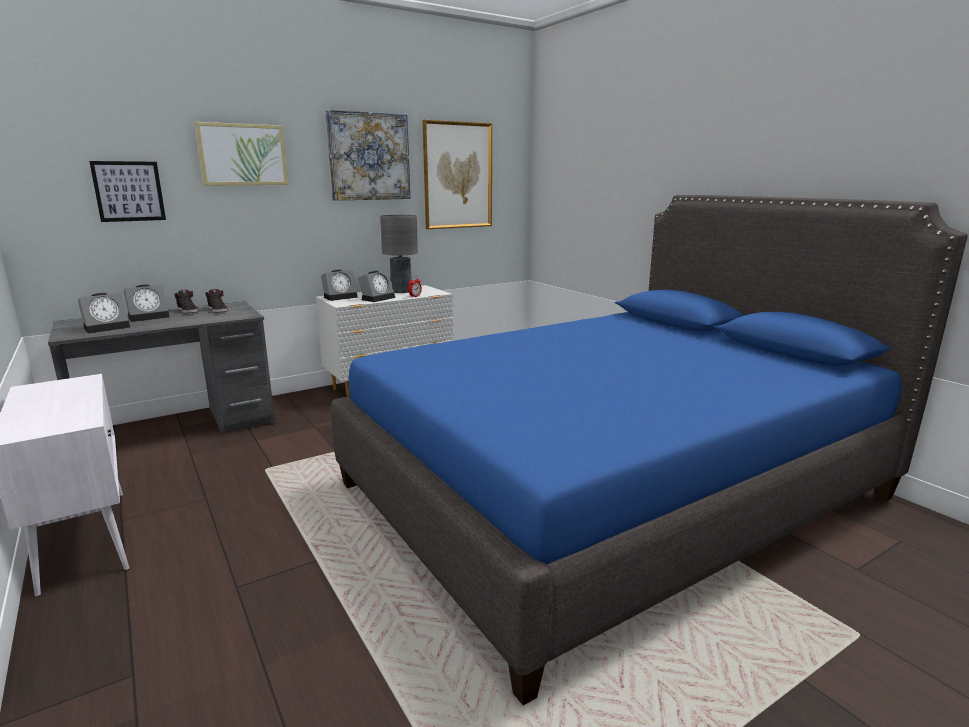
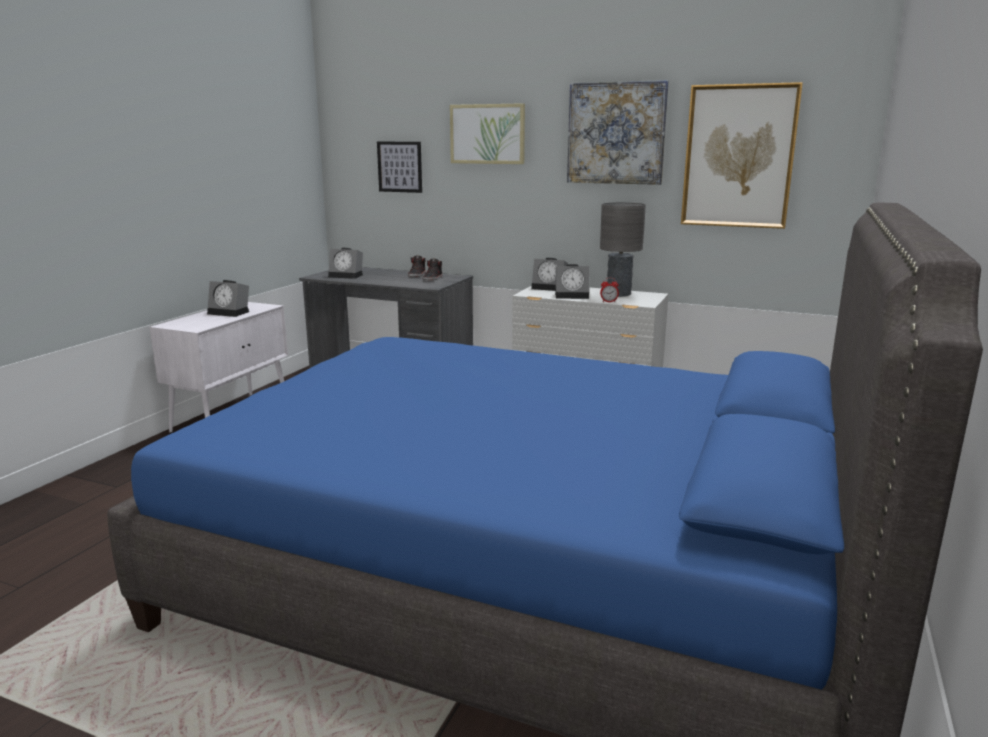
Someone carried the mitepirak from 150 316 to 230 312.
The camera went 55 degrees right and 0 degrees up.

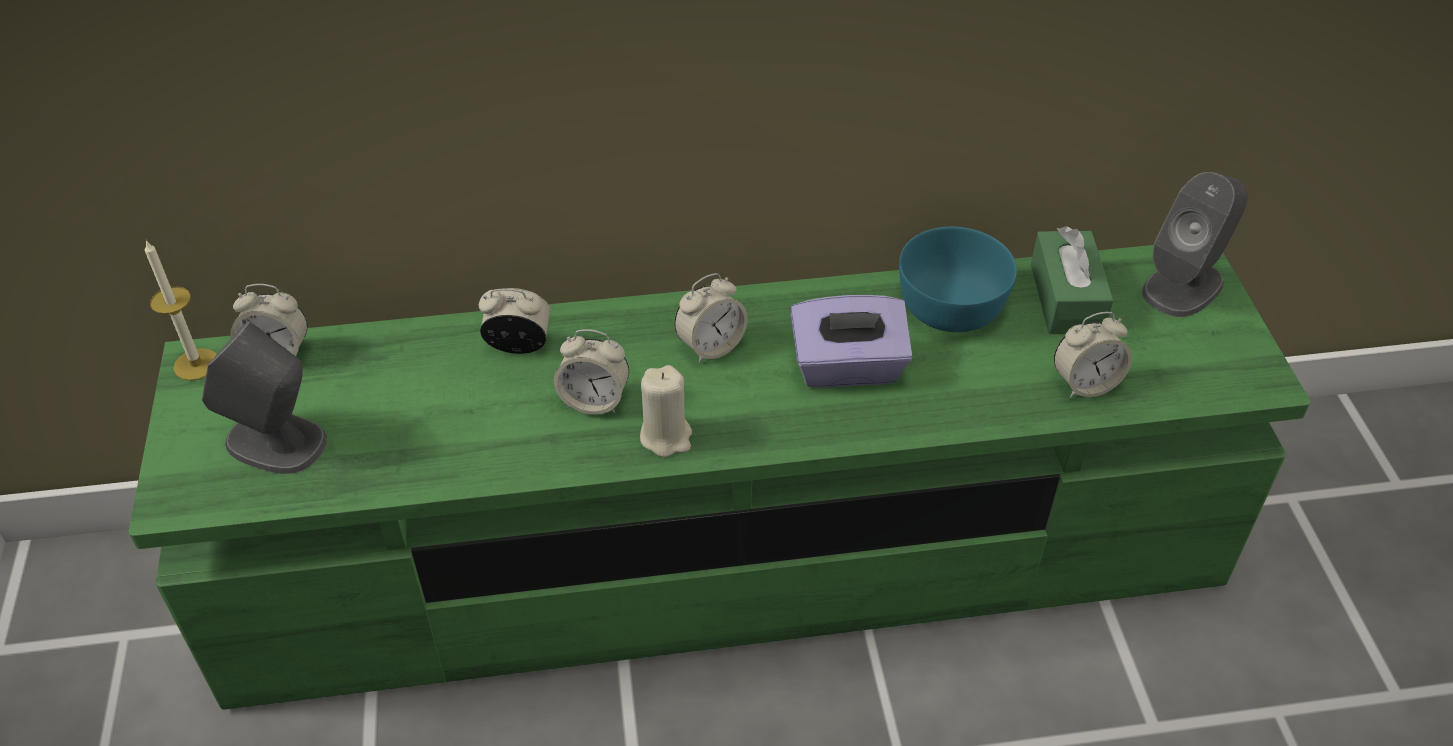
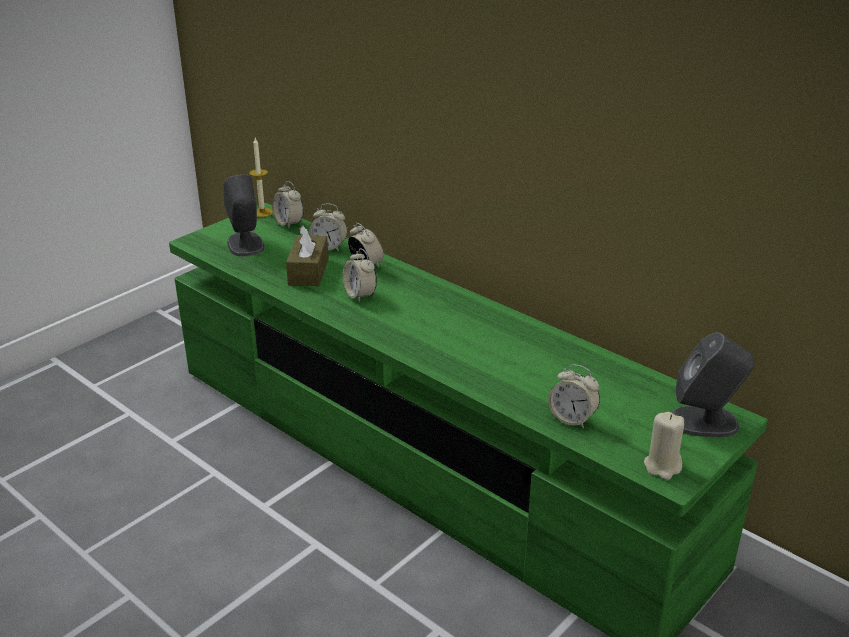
Someone took away the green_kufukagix at 1066 298.
Someone took away the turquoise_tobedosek at 950 307.
Someone carried the mitepirak from 710 346 to 329 247.
Someone took away the purple_kufukagix at 848 368.
Someone carried the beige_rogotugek from 666 436 to 662 466.
Someone put down the brown_kufukagix at 308 271.
The camera went 50 degrees right and 15 degrees down.

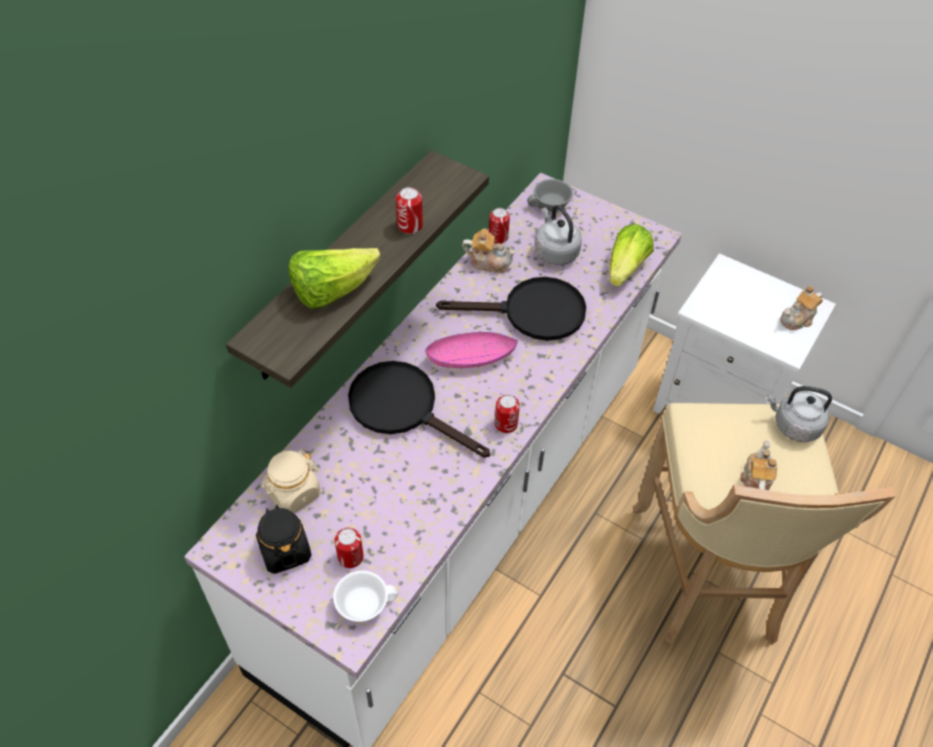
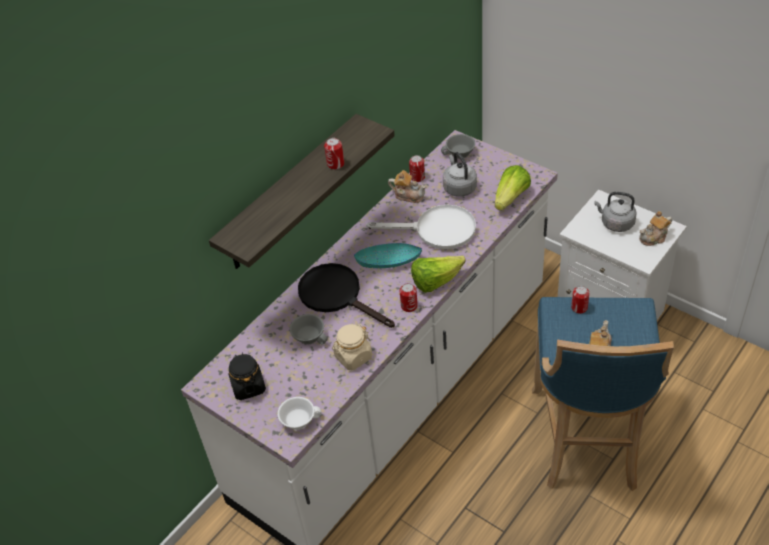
Someone carried the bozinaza from 332 291 to 435 281.
Someone repainted the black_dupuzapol at 532 313, which became the white_dupuzapol at 436 230.
Someone repainted the pink_tobedosek at 471 357, which became the turquoise_tobedosek at 389 261.
Someone carried the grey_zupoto from 794 425 to 615 223.
Someone repainted the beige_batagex at 709 577, which became the blue_batagex at 588 441.
Someone carried the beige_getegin from 293 494 to 353 357.
Someone carried the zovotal from 350 557 to 579 308.
Someone put down the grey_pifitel at 310 336.
The camera went 10 degrees right and 5 degrees down.

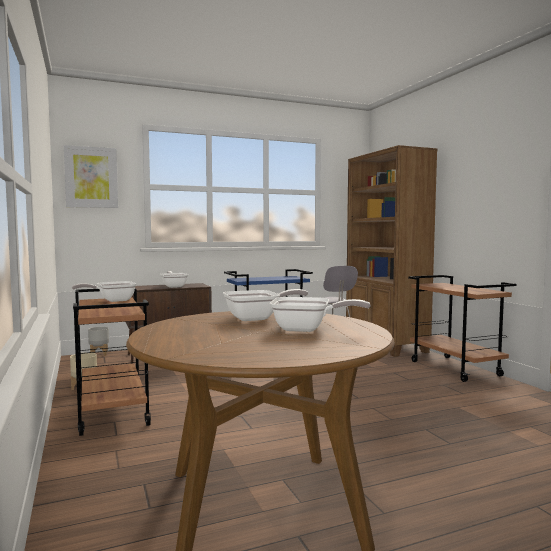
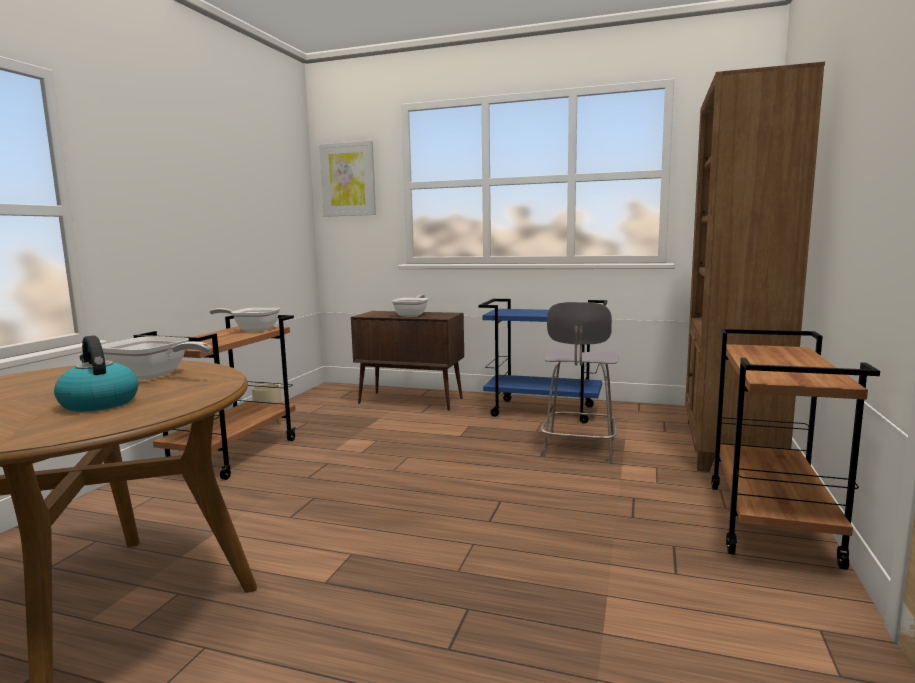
Someone swapped the dupuzapol at 307 329 for the zupoto at 98 403.
Someone took away the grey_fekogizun at 99 354.
The camera went 40 degrees right and 5 degrees up.

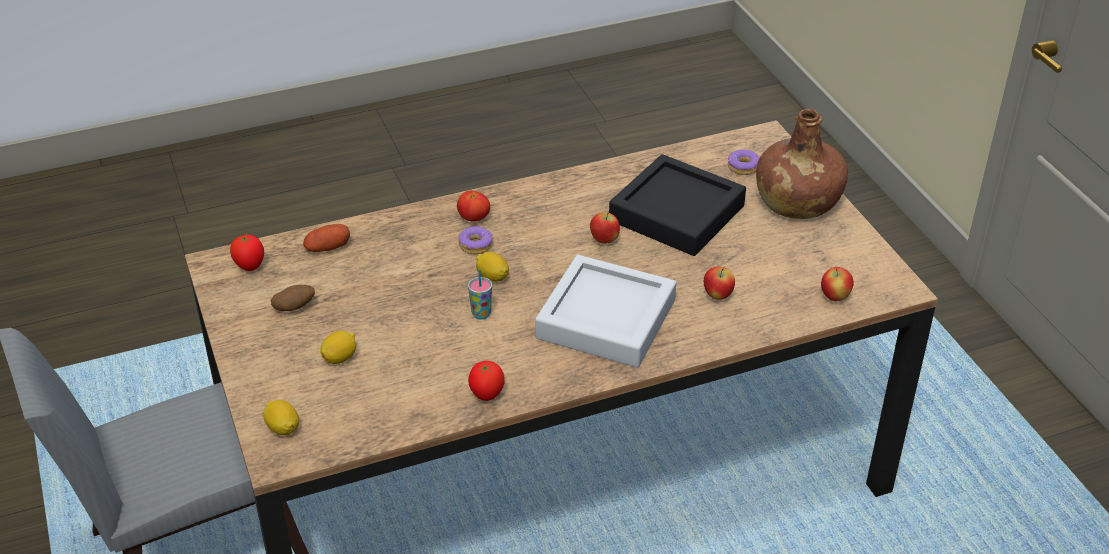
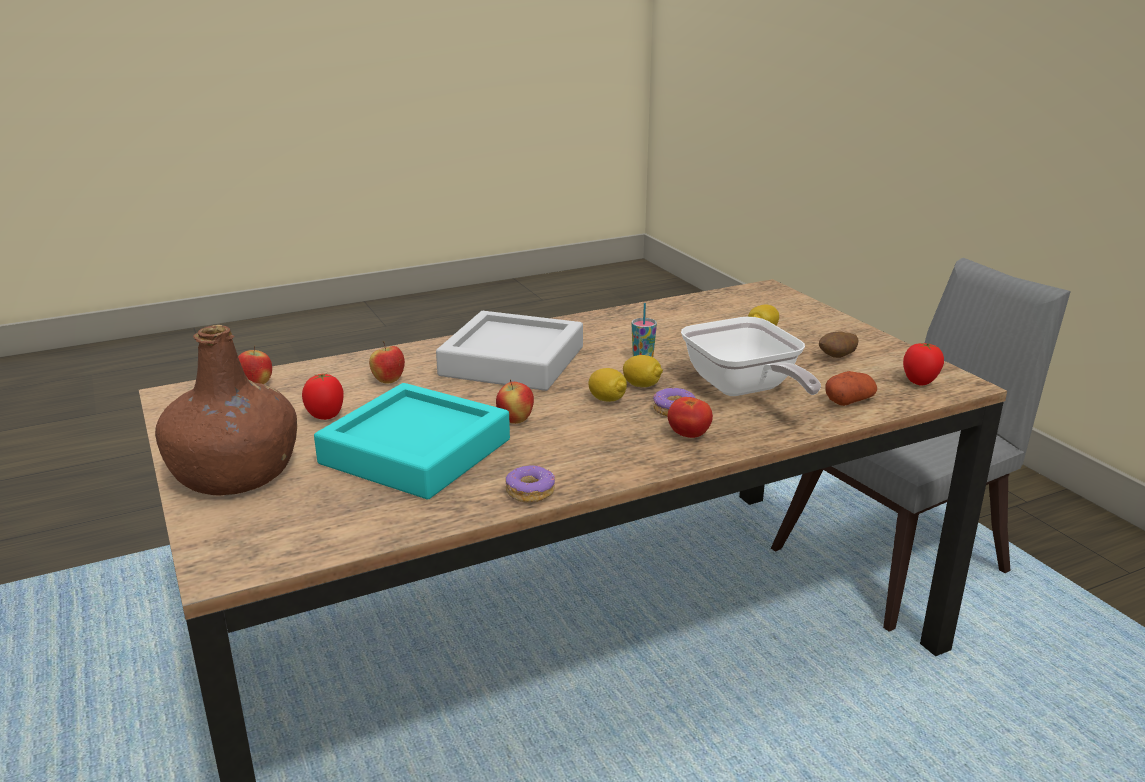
Someone carried the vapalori from 743 167 to 530 492.
Someone repainted the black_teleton at 676 213, which became the turquoise_teleton at 415 451.
Someone carried the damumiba from 486 395 to 326 417.
Someone carried the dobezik from 283 428 to 607 399.
Someone put down the dupuzapol at 744 390.
The camera went 175 degrees right and 15 degrees down.

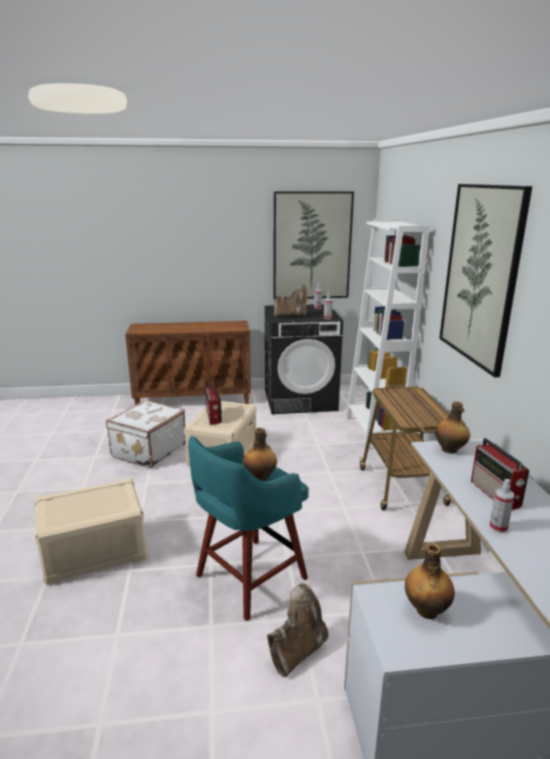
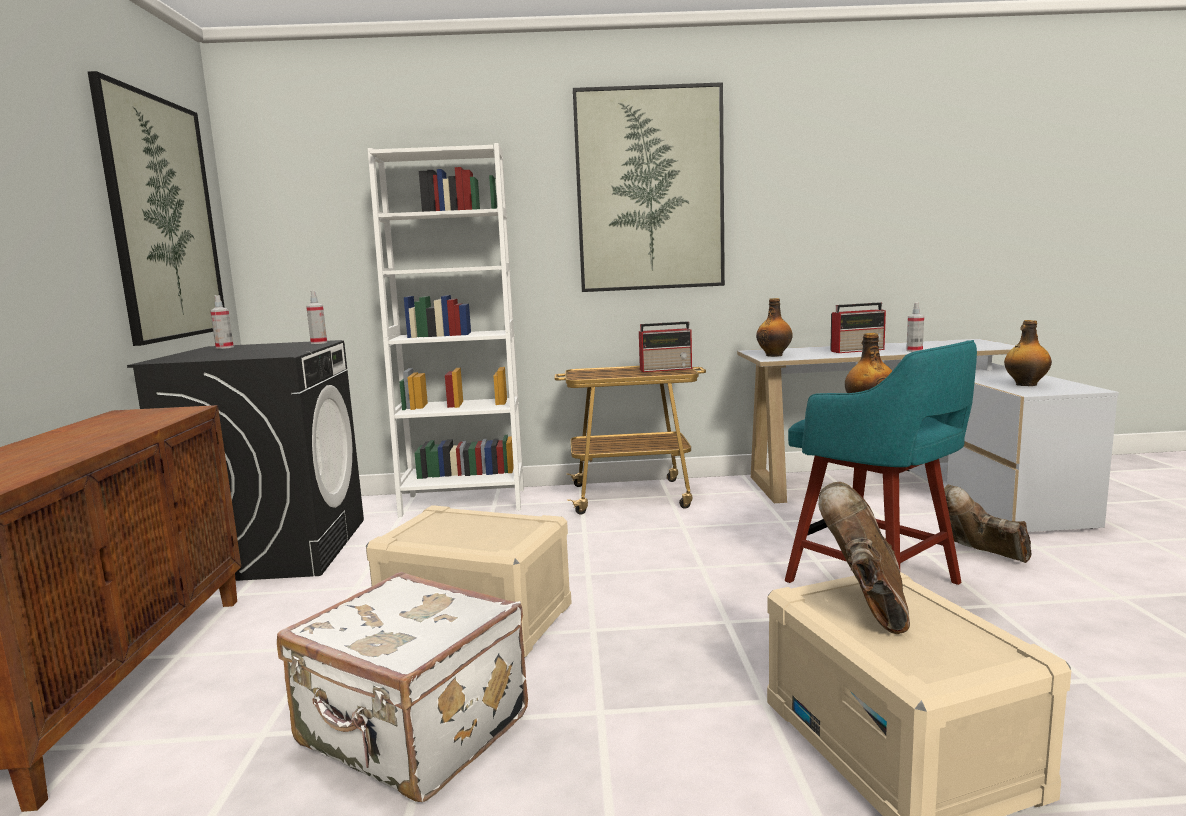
Someone carried the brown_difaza from 291 316 to 867 603.
Someone carried the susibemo from 213 417 to 666 369.
The camera went 85 degrees left and 10 degrees down.

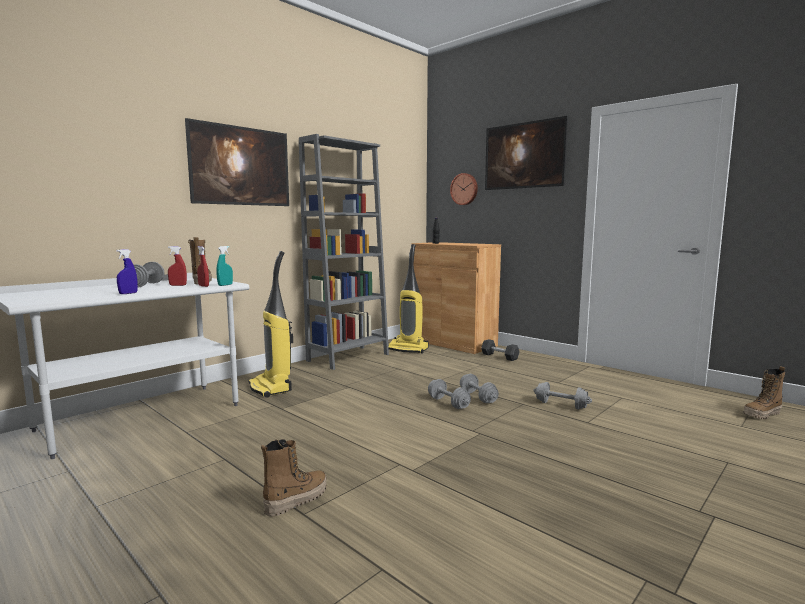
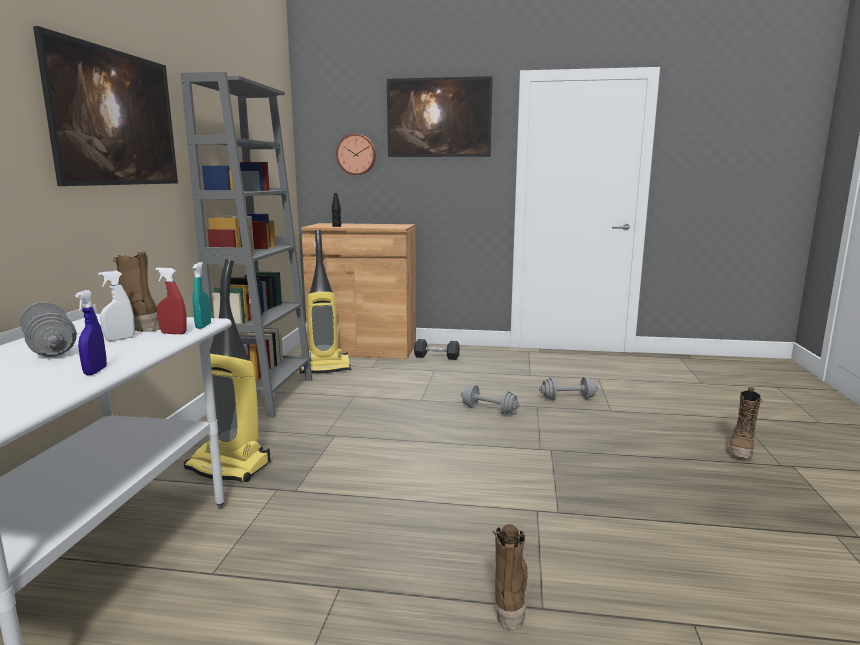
Someone repainted the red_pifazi at 178 285, which became the white_pifazi at 120 339.
Someone carried the difaza from 762 415 to 741 449.
Someone took away the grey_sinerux at 448 403.
The camera went 35 degrees left and 5 degrees up.

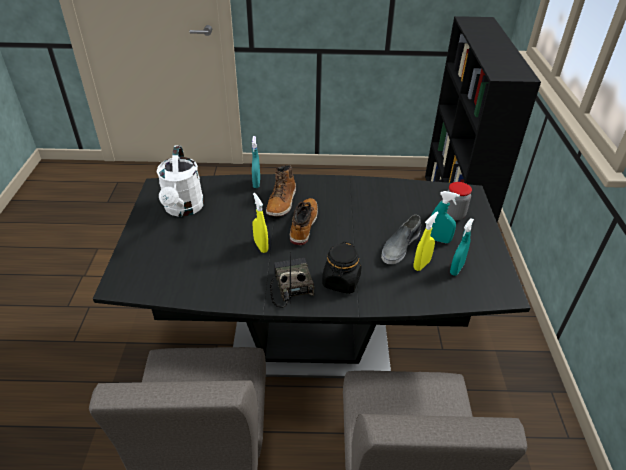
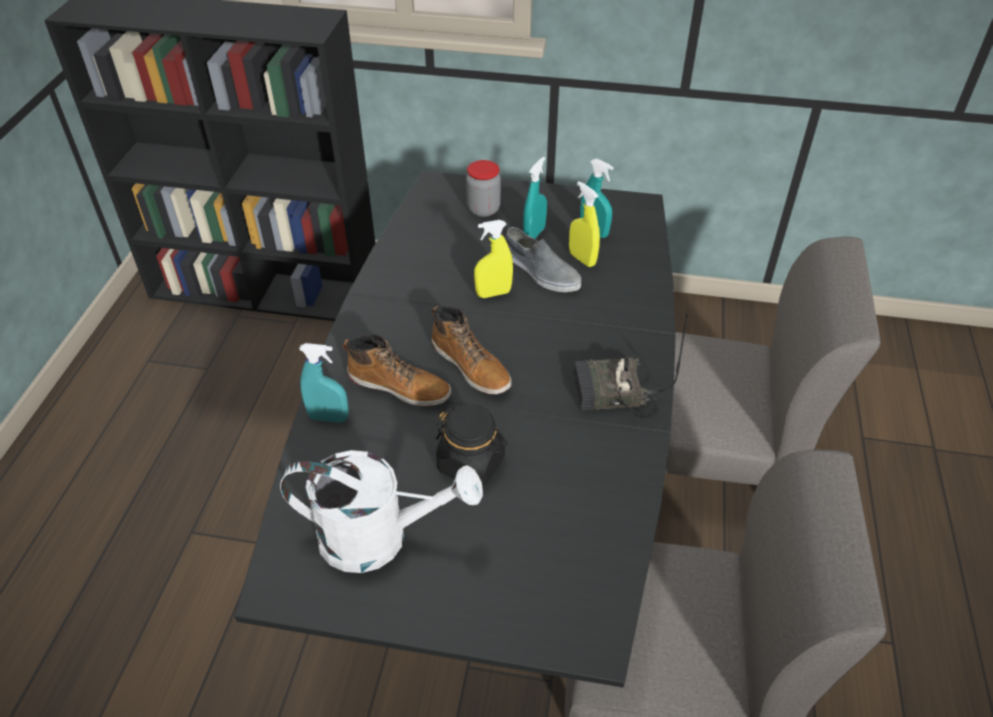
Someone carried the yellow_pifazi from 261 246 to 493 293.
Someone rotated the difaza at 303 225 by 150 degrees counterclockwise.
Someone carried the black_getegin from 341 282 to 471 464.
The camera went 80 degrees left and 5 degrees up.

